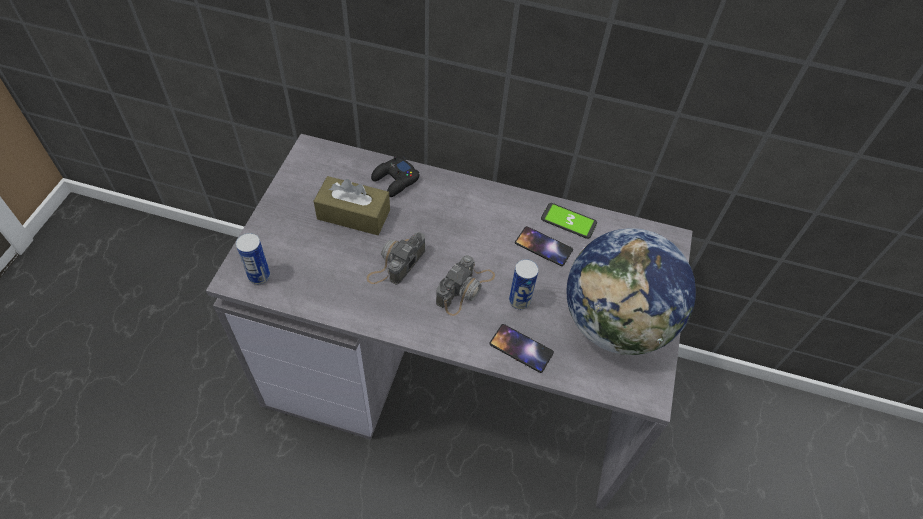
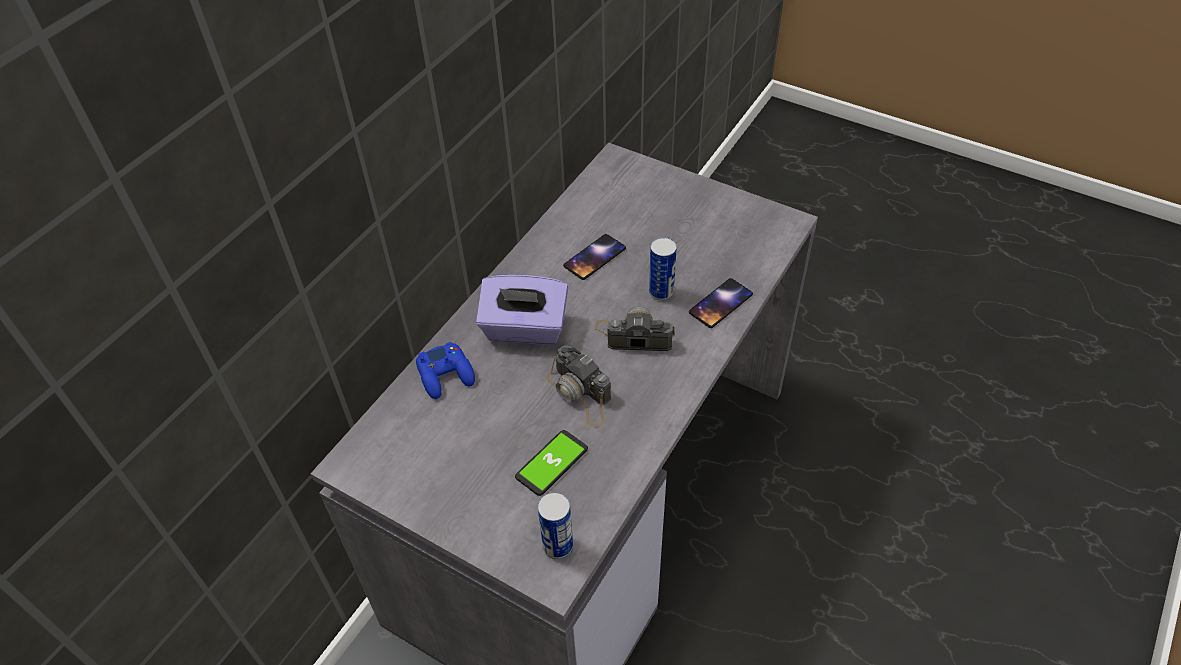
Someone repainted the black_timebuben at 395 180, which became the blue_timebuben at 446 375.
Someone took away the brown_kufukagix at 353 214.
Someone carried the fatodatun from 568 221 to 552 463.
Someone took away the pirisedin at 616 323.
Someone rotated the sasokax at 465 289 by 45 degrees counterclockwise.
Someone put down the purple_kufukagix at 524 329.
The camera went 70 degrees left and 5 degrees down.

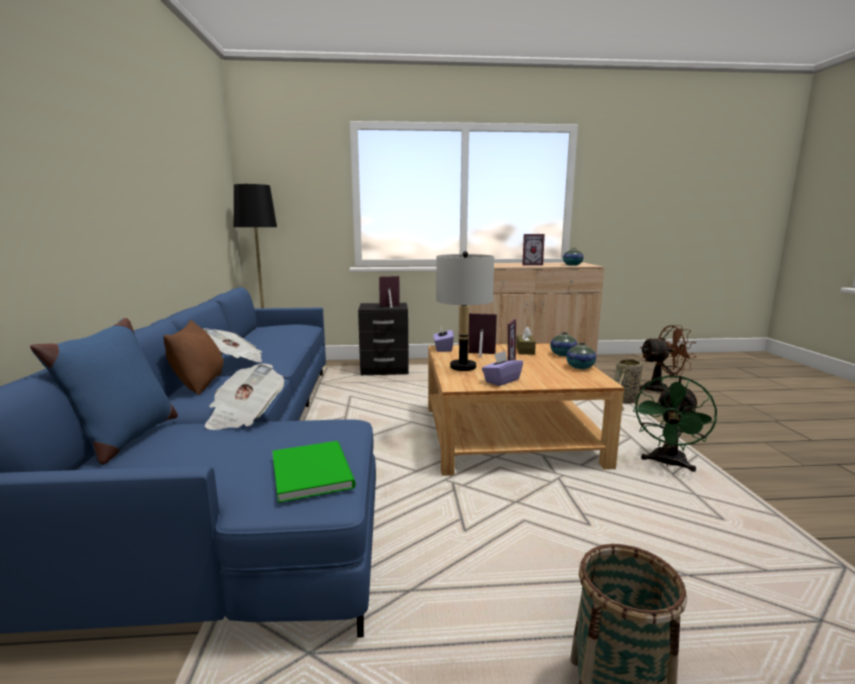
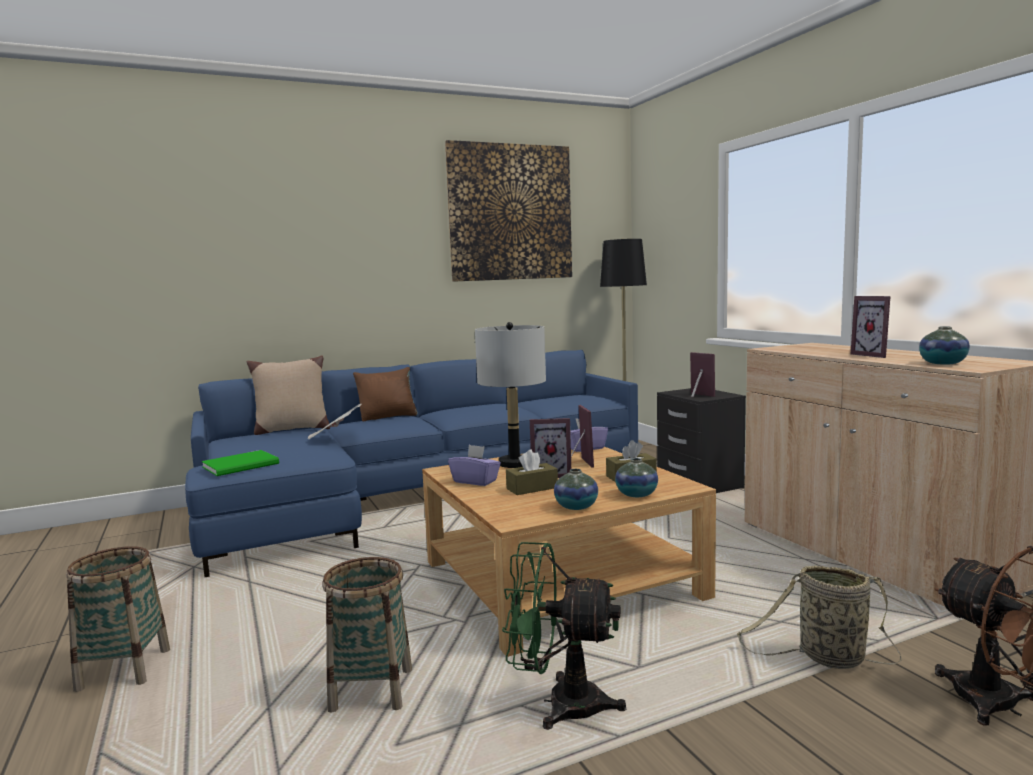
Someone repainted the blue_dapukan at 125 439, which became the beige_dapukan at 291 430.
Someone took away the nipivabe at 236 360.
Someone put up the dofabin at 510 212.
Someone put down the brown_kufukagix at 532 488.
Someone put down the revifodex at 371 690.
The camera went 70 degrees right and 5 degrees down.

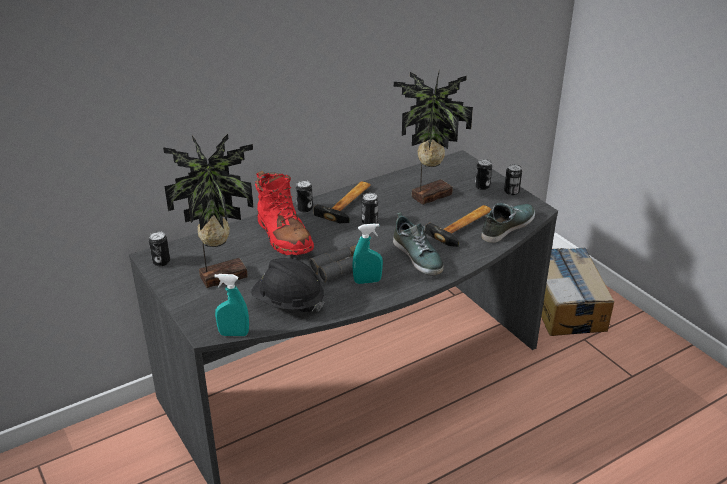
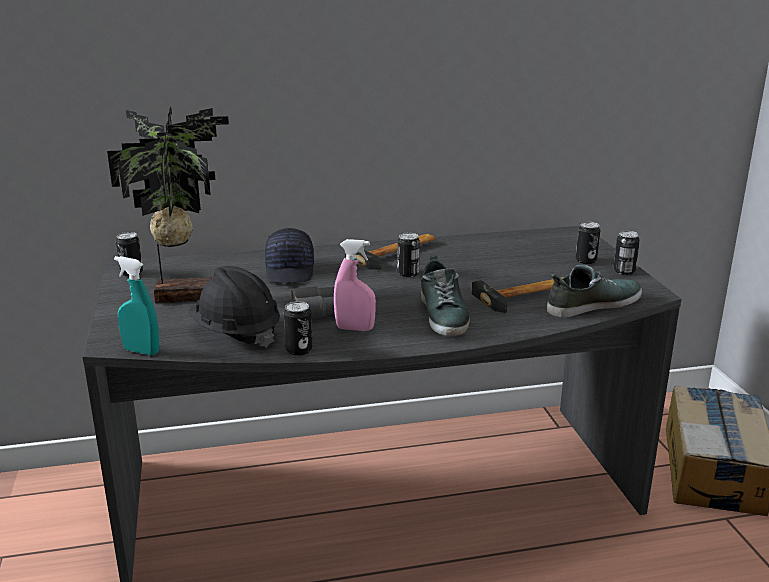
Someone took away the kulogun at 429 195.
Someone swapped the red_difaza at 283 236 for the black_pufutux at 290 271.
Someone carried the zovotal from 304 208 to 299 350.
Someone repainted the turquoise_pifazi at 367 281, which became the pink_pifazi at 355 329.
The camera went 20 degrees right and 10 degrees down.

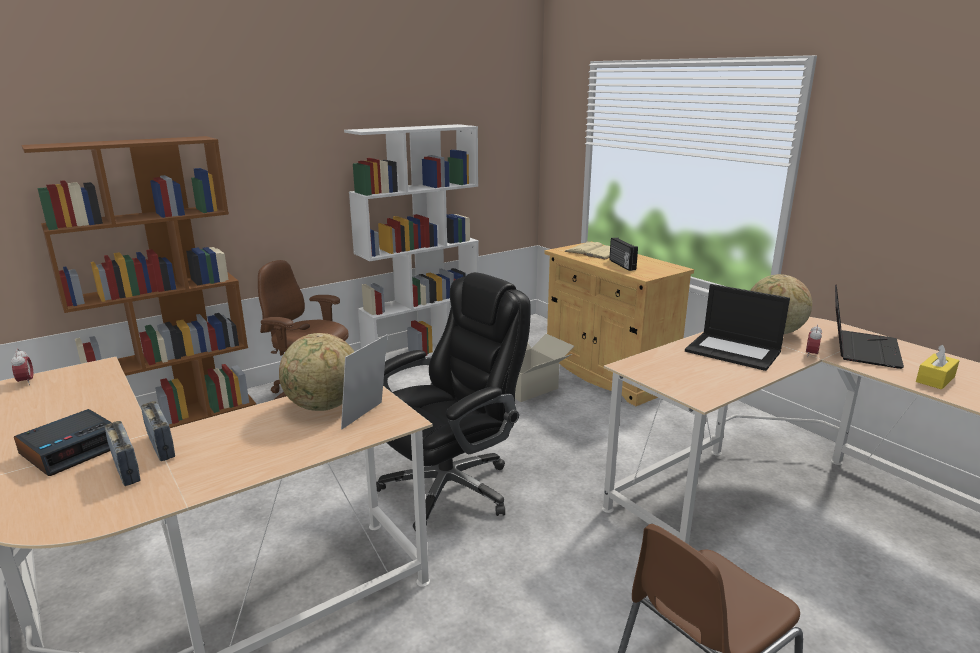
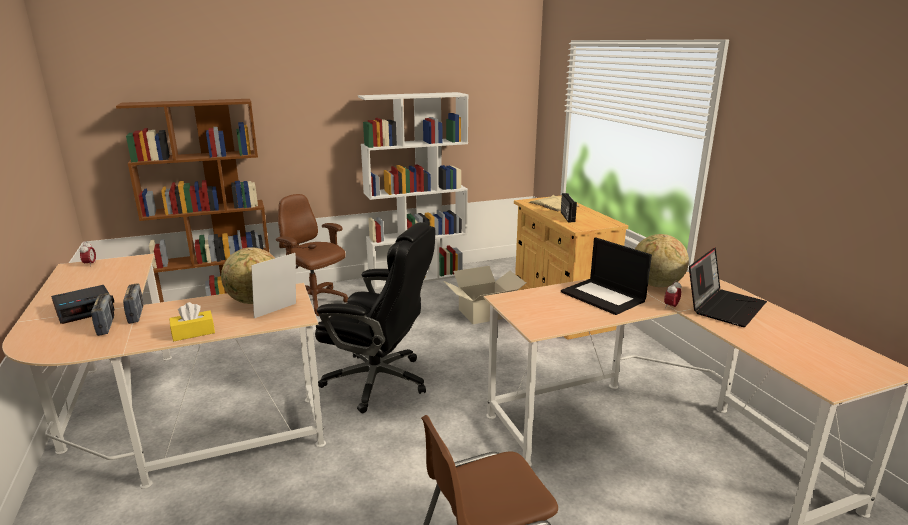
Someone rotated the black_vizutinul at 450 488 by 45 degrees clockwise.
Someone carried the yellow_kufukagix from 935 379 to 193 333.
The camera went 15 degrees right and 0 degrees up.

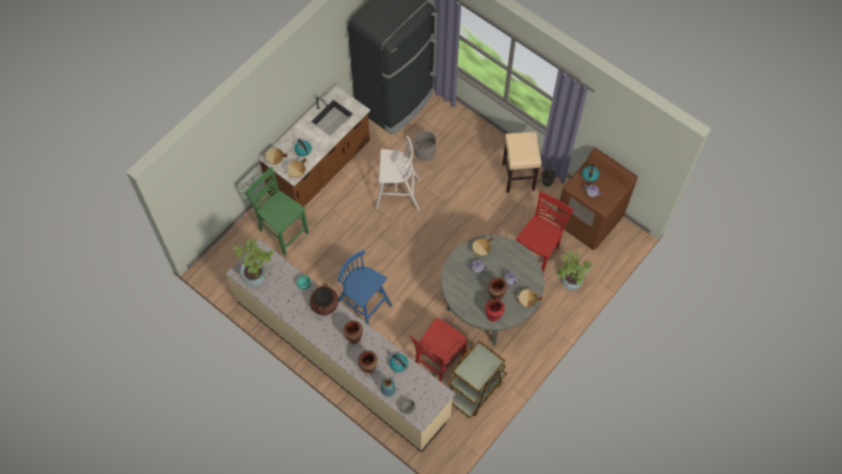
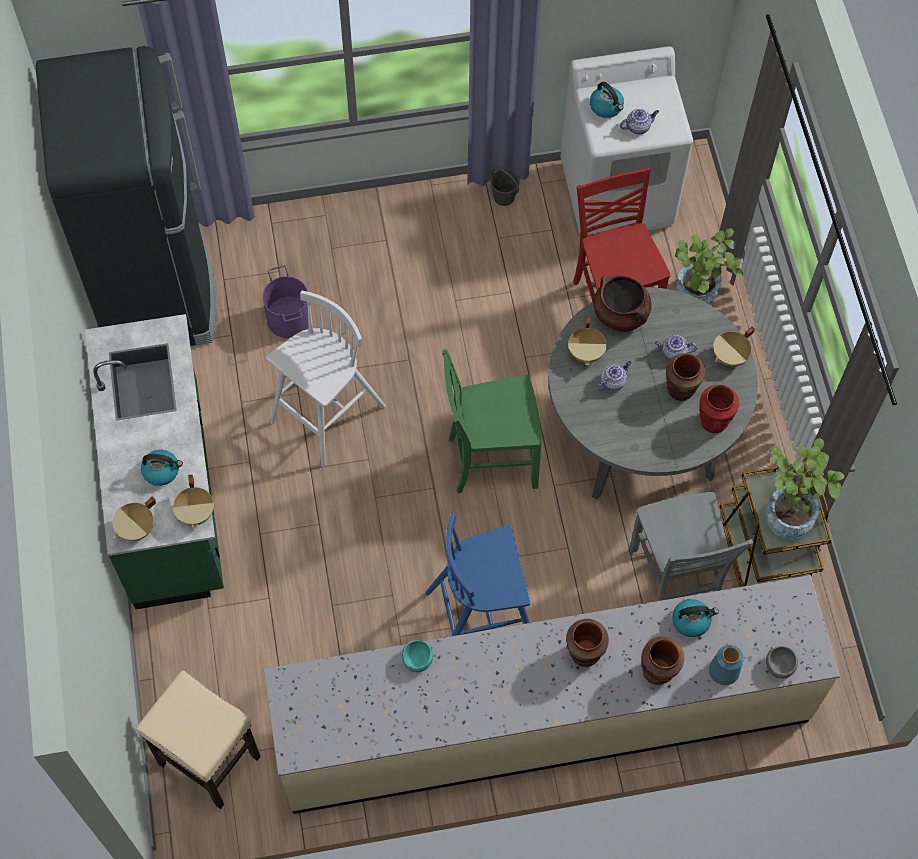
Someone repainted the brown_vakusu at 320 169, which became the green_vakusu at 170 494.
Someone repainted the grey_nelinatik at 425 151, which became the purple_nelinatik at 289 318.
Someone carried the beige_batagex from 518 177 to 210 761.
Someone repainted the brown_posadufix at 589 220, which became the white_posadufix at 618 194.
Someone carried the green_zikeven from 282 231 to 490 460.
Someone carried the kulogun from 257 274 to 789 511.
Someone carried the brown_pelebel from 324 305 to 621 314.
Someone repainted the red_zikeven at 438 362, which became the grey_zikeven at 674 580.
The camera went 50 degrees left and 0 degrees up.

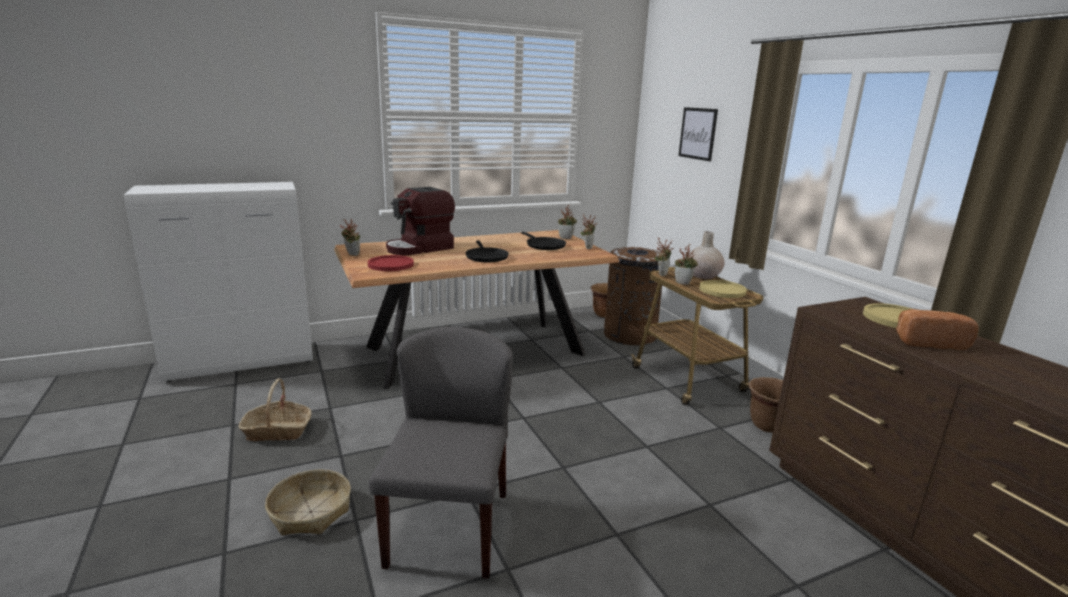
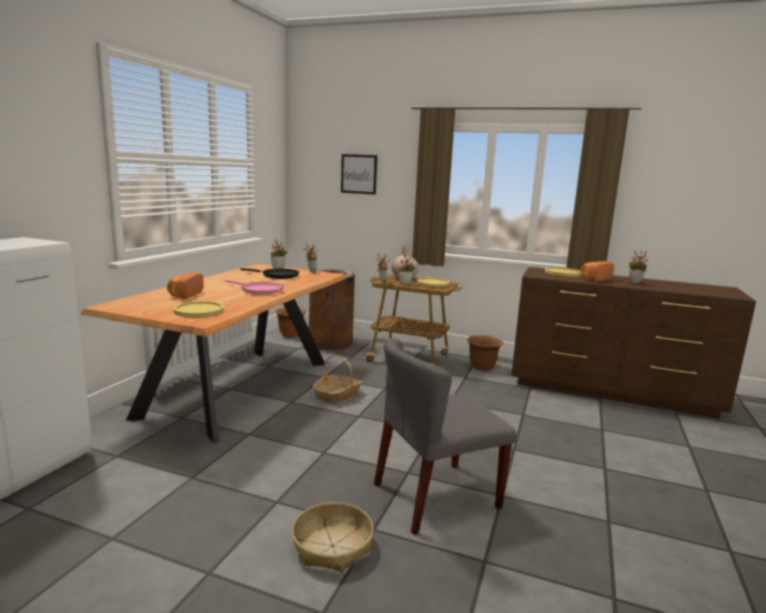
Someone swapped the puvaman at 420 248 for the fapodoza at 184 295.
Someone carried the kulogun from 351 255 to 635 283.
Someone repainted the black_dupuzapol at 486 257, which became the pink_dupuzapol at 259 290.
Someone repainted the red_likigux at 390 264, which became the yellow_likigux at 199 311.
Someone rotated the grey_zikeven at 448 527 by 75 degrees counterclockwise.
Someone carried the revifodex from 277 431 to 337 395.
The camera went 45 degrees left and 5 degrees down.

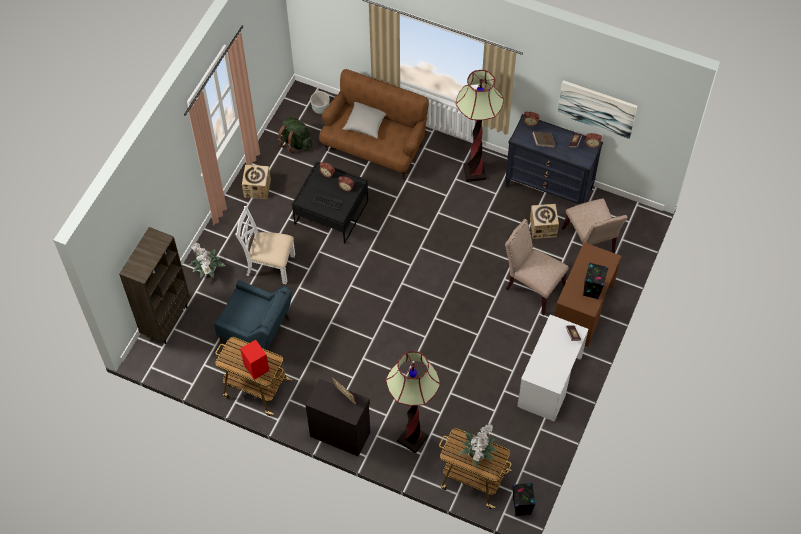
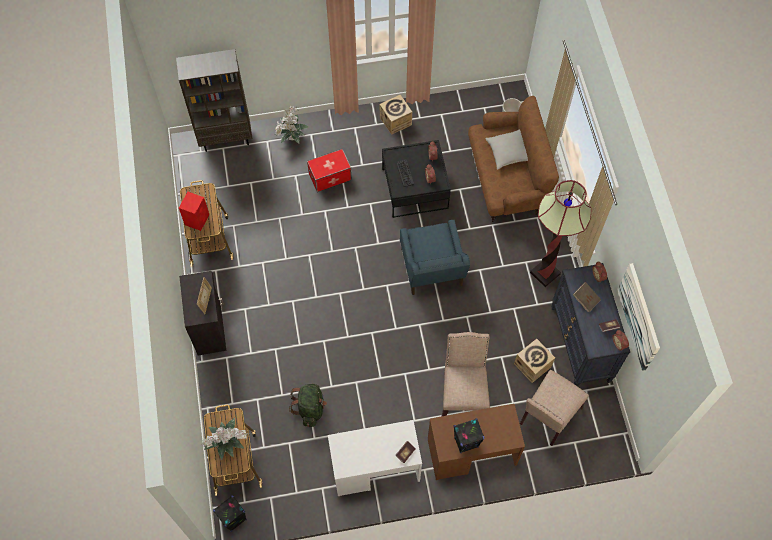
Someone carried the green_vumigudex from 295 143 to 310 408.
Someone swapped the white_zikeven at 270 265 for the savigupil at 330 176.
Someone carried the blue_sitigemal from 257 332 to 431 269.
Someone took away the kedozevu at 412 439.
The camera went 55 degrees right and 5 degrees up.

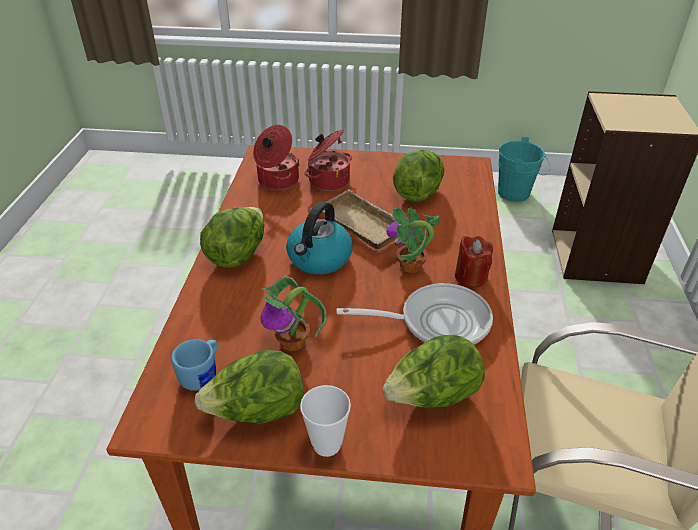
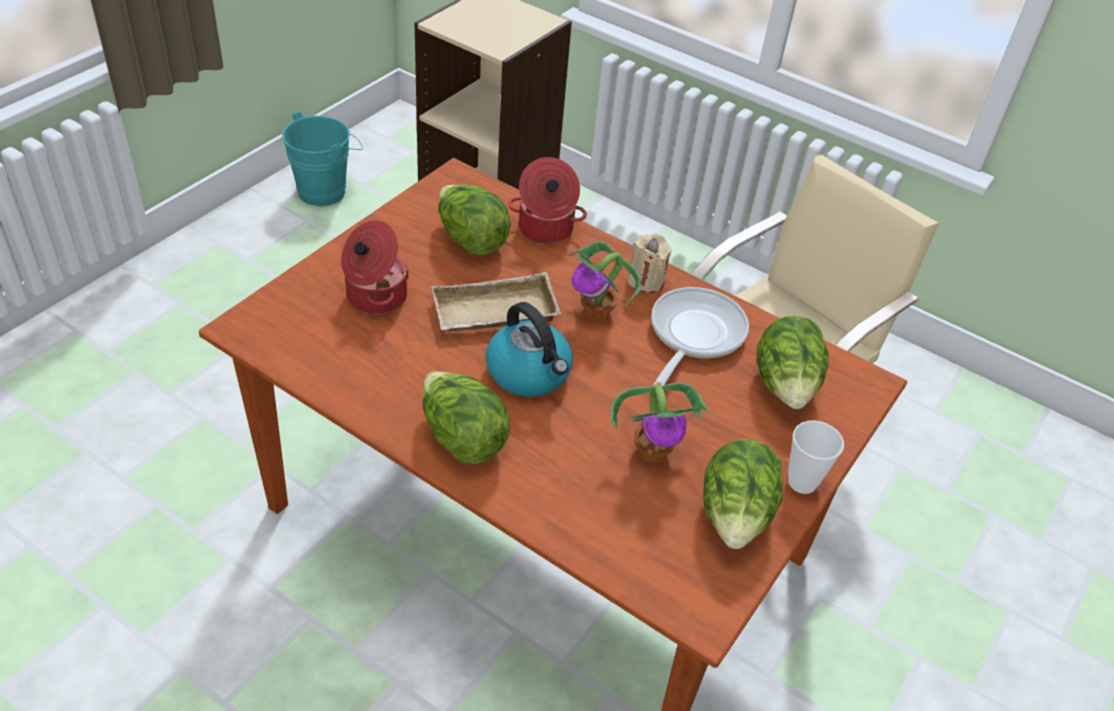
Someone carried the pelebel from 277 181 to 545 230.
Someone repainted the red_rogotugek at 471 277, which became the beige_rogotugek at 645 280.
Someone took away the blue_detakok at 203 374.
The camera went 65 degrees left and 5 degrees up.

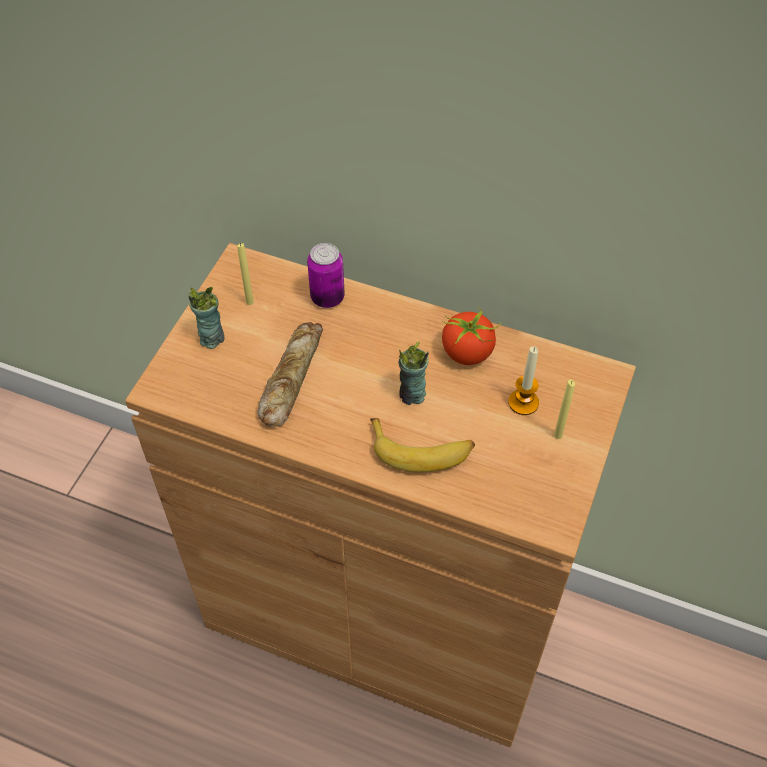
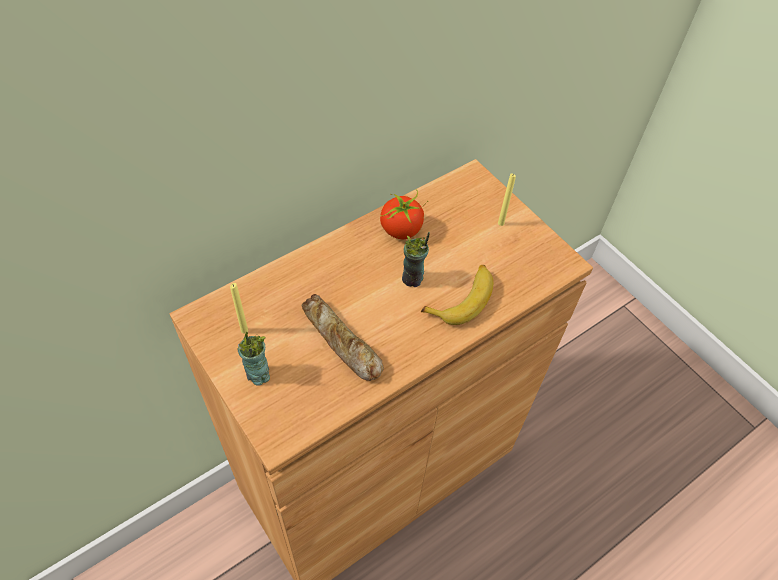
Someone took away the zovotal at 327 297.
Someone took away the rogotugek at 523 402.
The camera went 60 degrees left and 0 degrees up.

